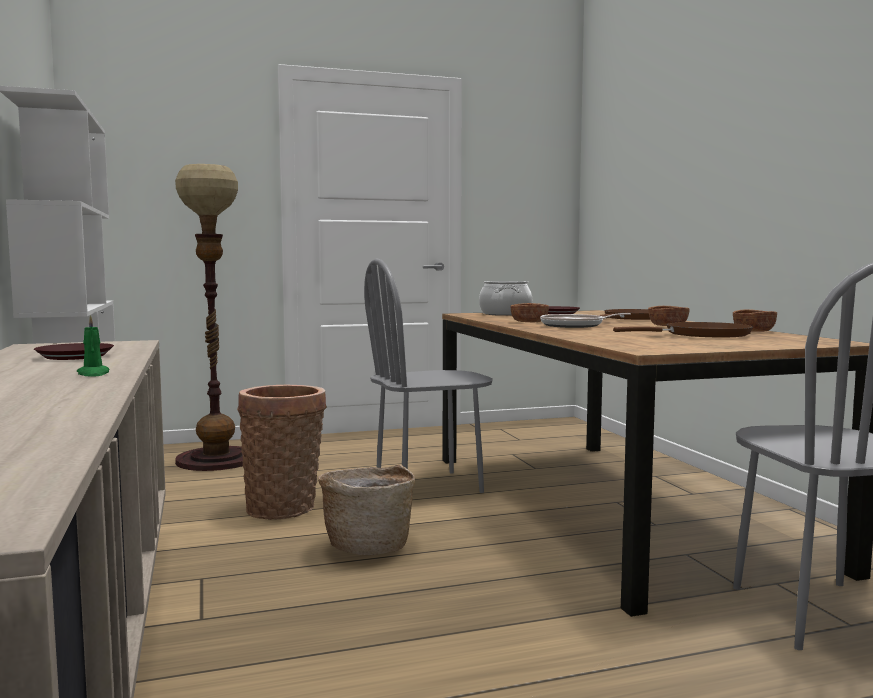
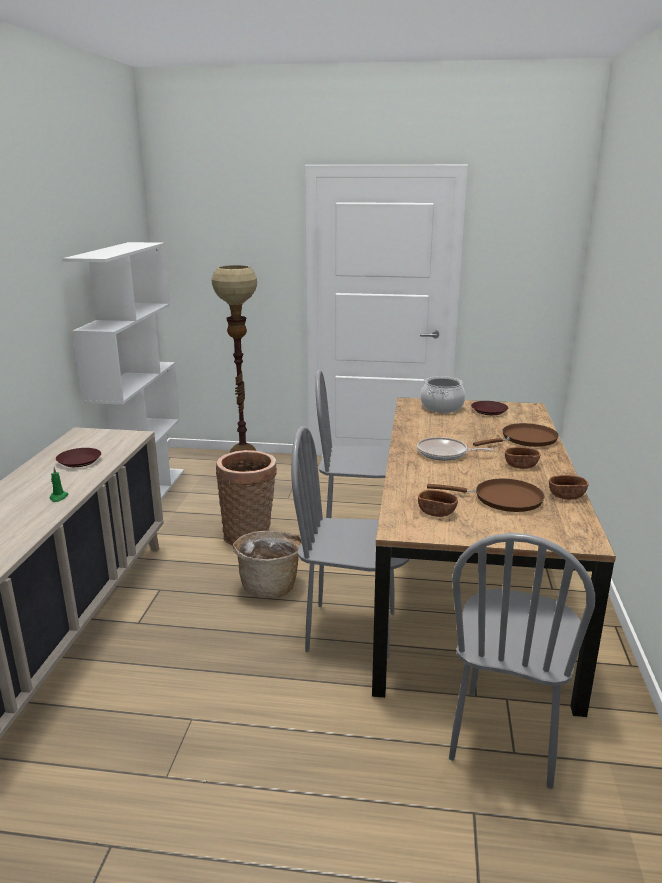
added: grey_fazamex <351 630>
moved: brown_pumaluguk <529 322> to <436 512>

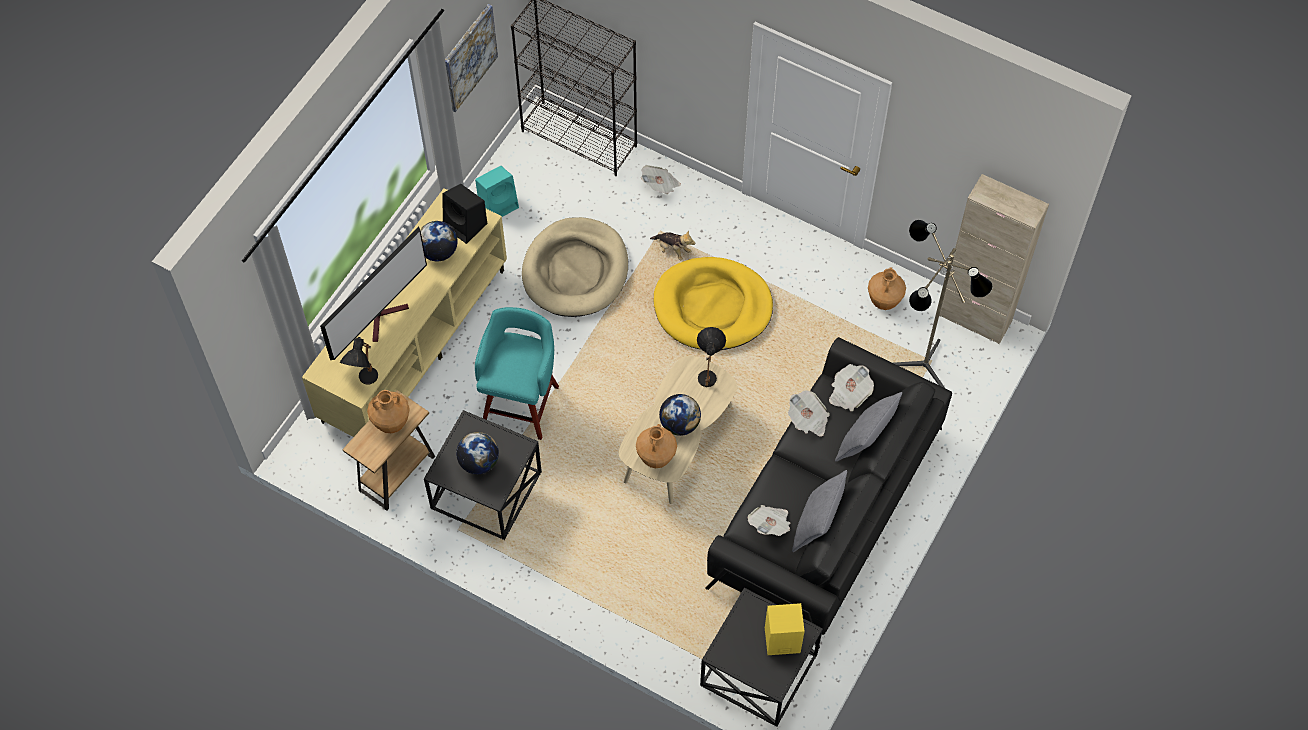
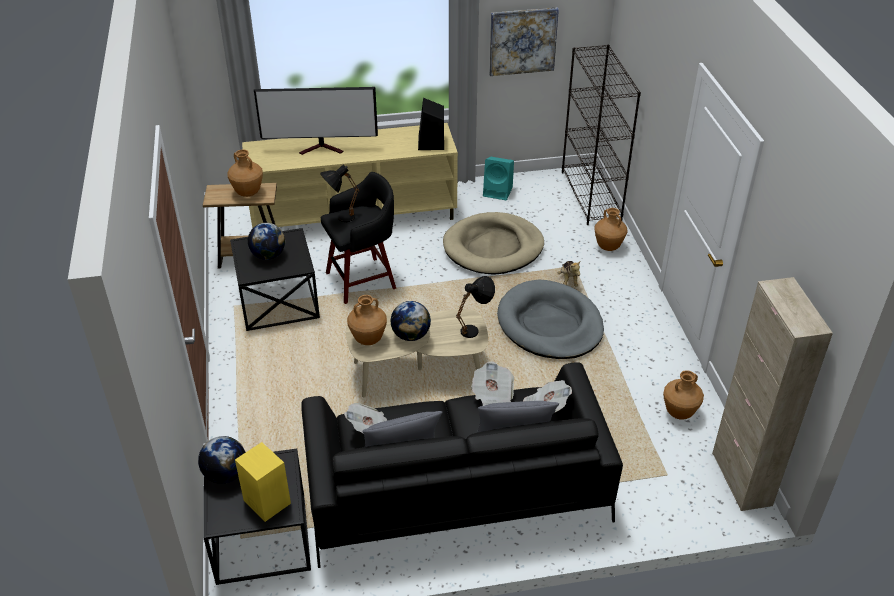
removed: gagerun <919 369>
moved: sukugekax <439 252> to <225 474>; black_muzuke <365 382> to <340 218>
replaced: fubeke <660 185> to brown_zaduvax <608 247>
recoloured: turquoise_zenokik <521 403> to black_zenokik <363 280>; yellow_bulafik <712 307> to grey_bulafik <550 324>

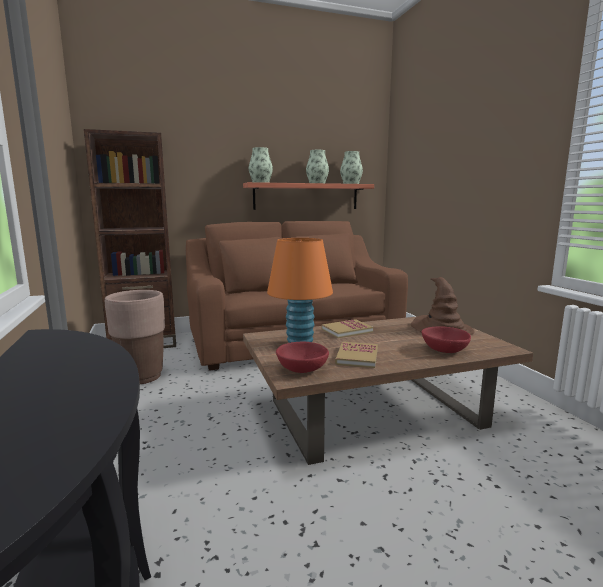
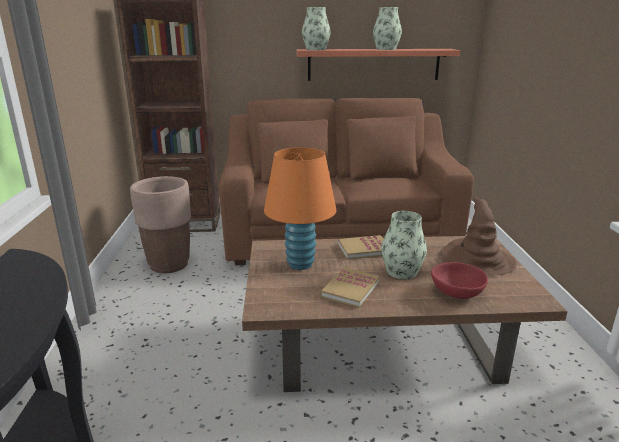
removed: red_pumaluguk <303 369>
moved: zaduvax <351 184> to <401 271>

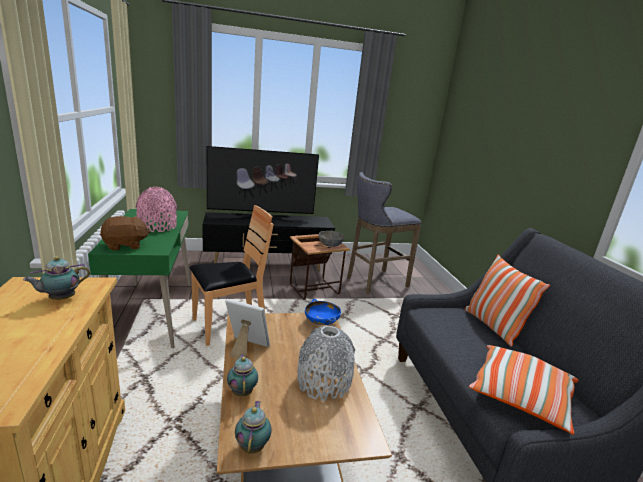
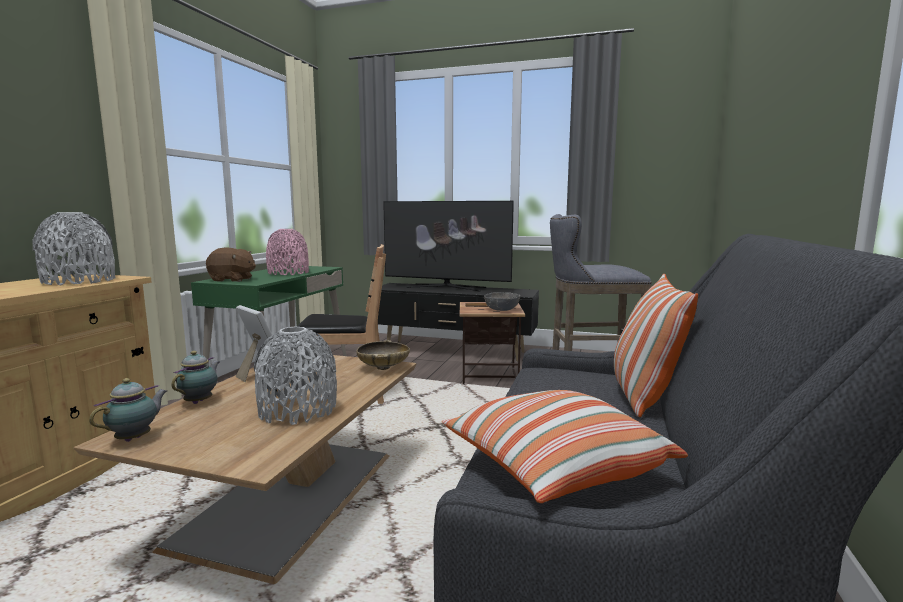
replaced: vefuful <60 299> to grey_zaduvax <79 281>
recoloured: blue_pumaluguk <321 322> to beige_pumaluguk <384 368>

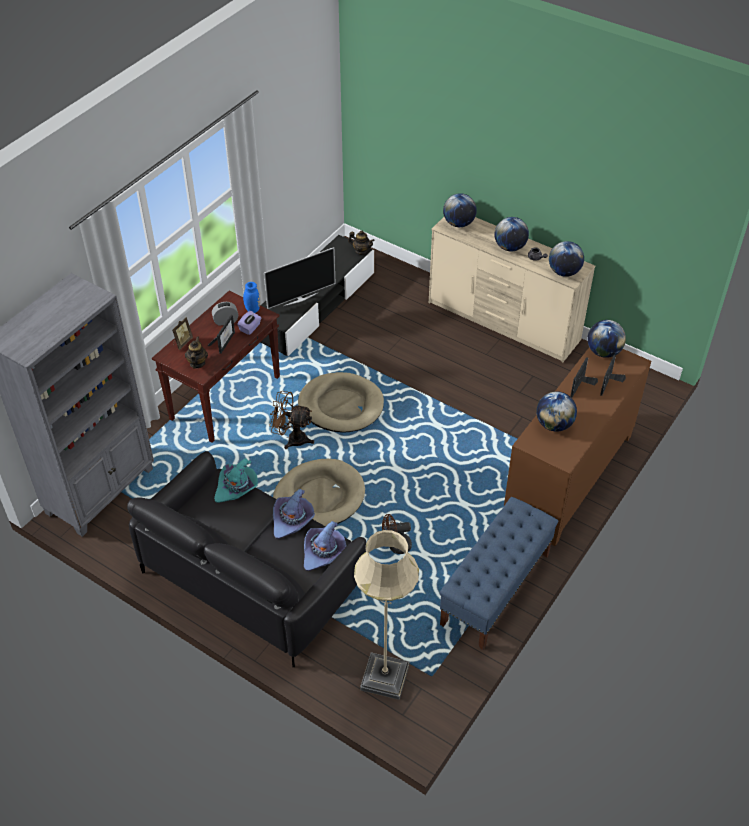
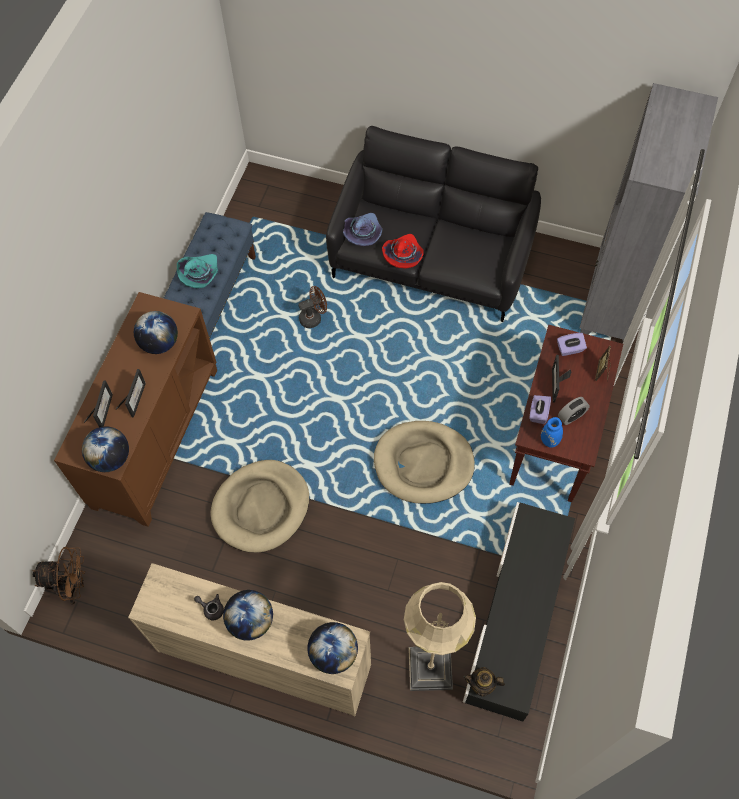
removed: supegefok <300 299>; sukugekax <564 272>
moved: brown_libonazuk <292 438> to <72 587>; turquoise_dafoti <236 487> to <200 274>; beige_bulafik <319 497> to <261 507>; beige_gagerun <384 677> to <430 669>
replaced: vefuful <197 363> to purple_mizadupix <570 349>
recoloured: purple_dafoti <292 520> to red_dafoti <403 255>

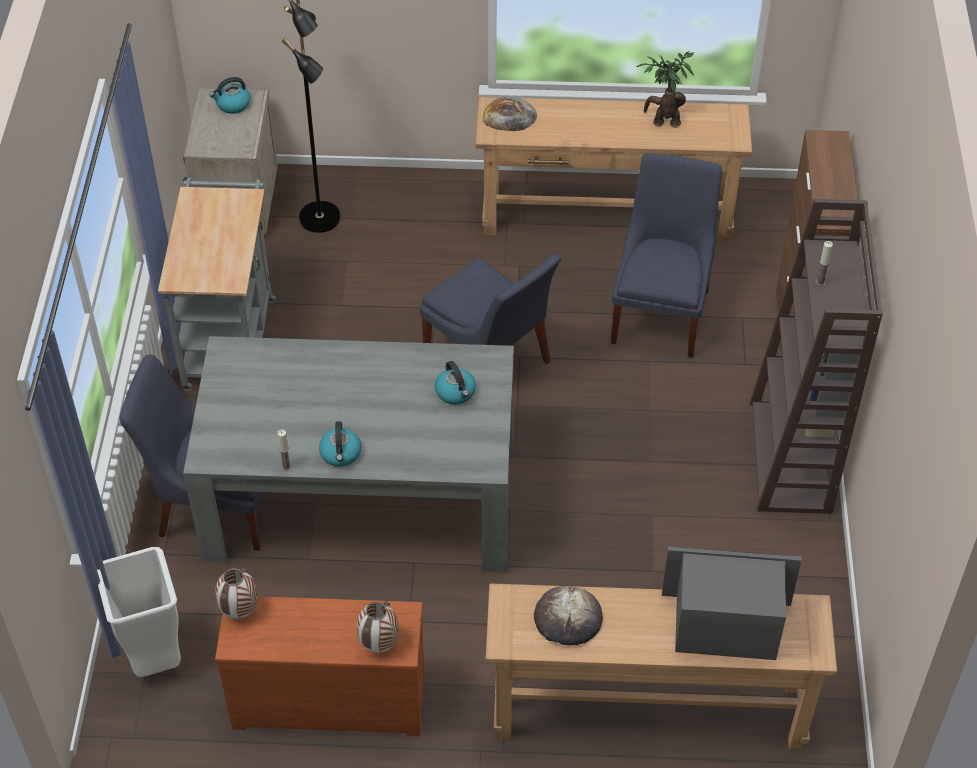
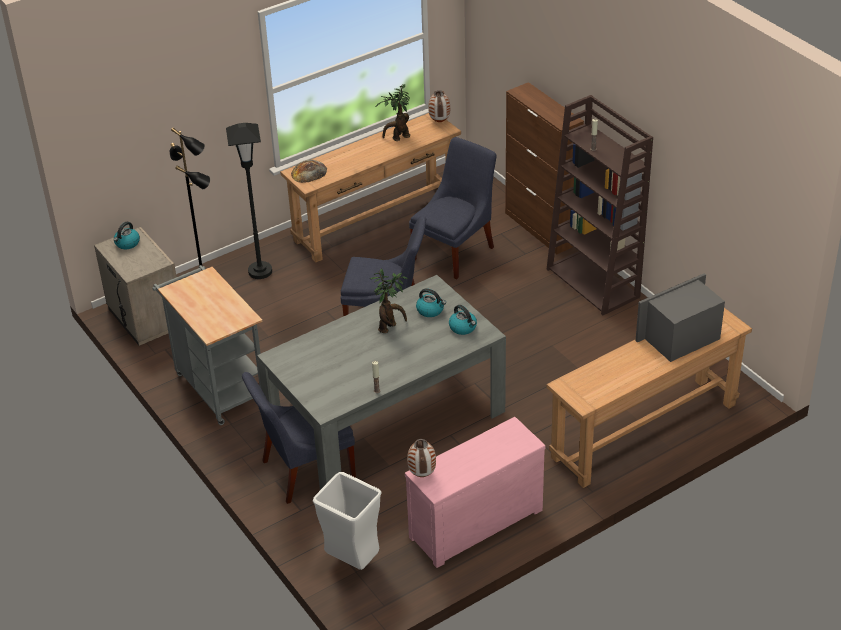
removed: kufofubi <567 619>
added: black_gagerun <260 271>; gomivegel <390 326>
moved: zaduvax <379 645> to <440 122>; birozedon <341 454> to <463 327>
recoloured: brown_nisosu <329 697> to pink_nisosu <474 521>
turned: blue_fazamex <661 312> = <455 251> 60 degrees clockwise

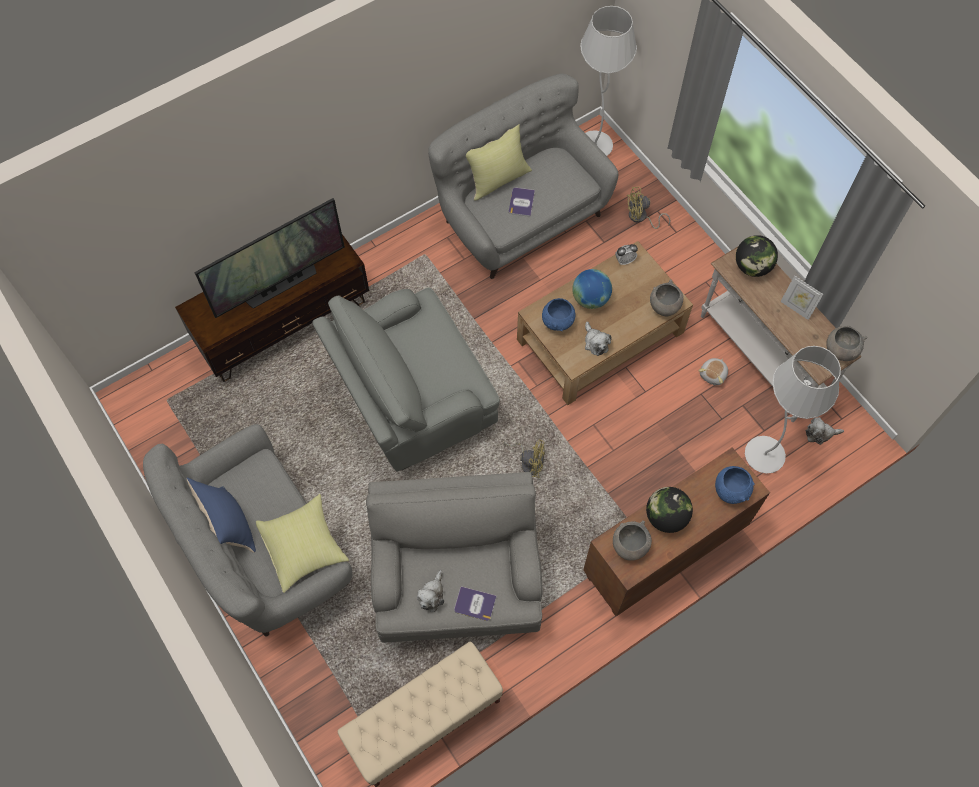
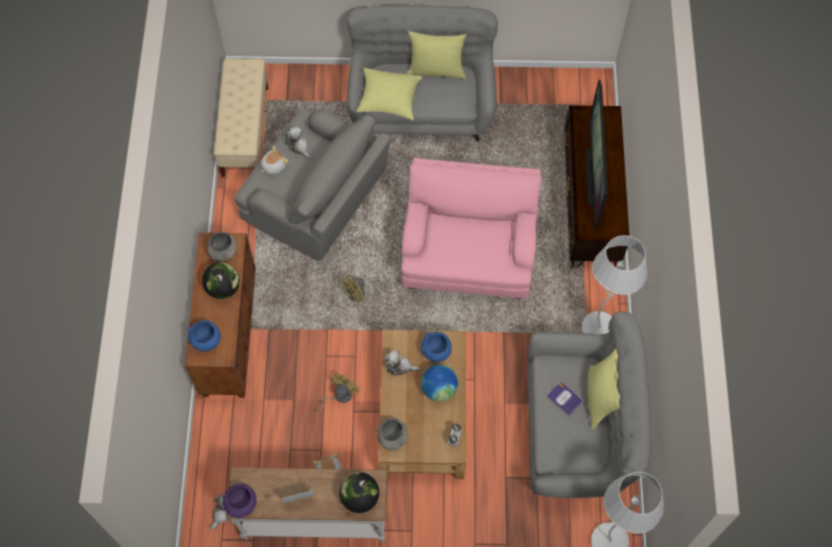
moved: yellow_libonazuk <641 218> to <339 396>; white_gagerun <764 455> to <599 328>
replaced: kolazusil <475 604> to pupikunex <273 165>
recoloured: grey_pumaluguk <840 351> to purple_pumaluguk <241 504>; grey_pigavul <411 396> to pink_pigavul <468 251>; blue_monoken <228 524> to yellow_monoken <436 70>

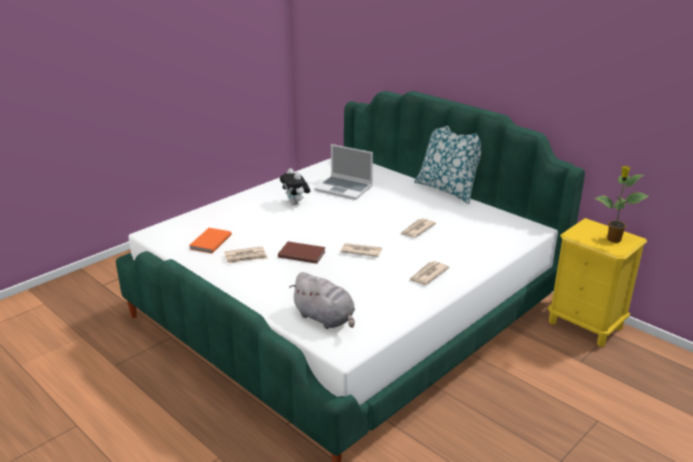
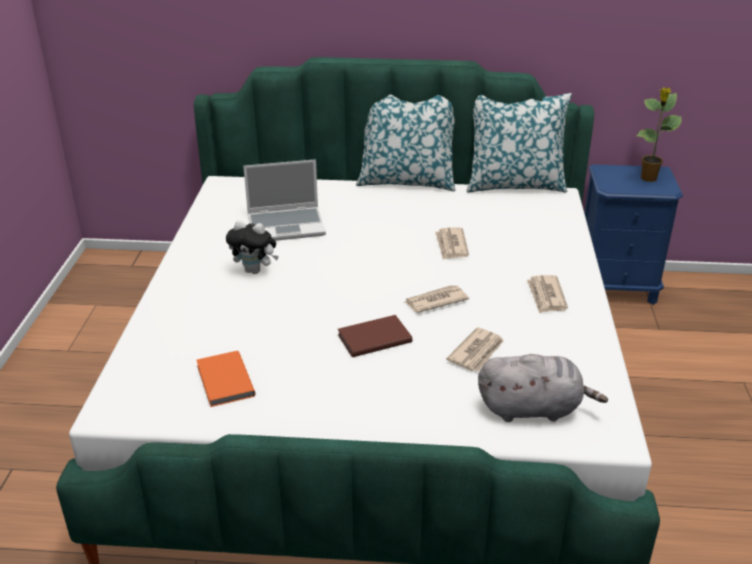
added: monoken <514 184>
moved: fubeke <246 257> to <477 352>
recoloured: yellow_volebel <585 325> to blue_volebel <616 287>

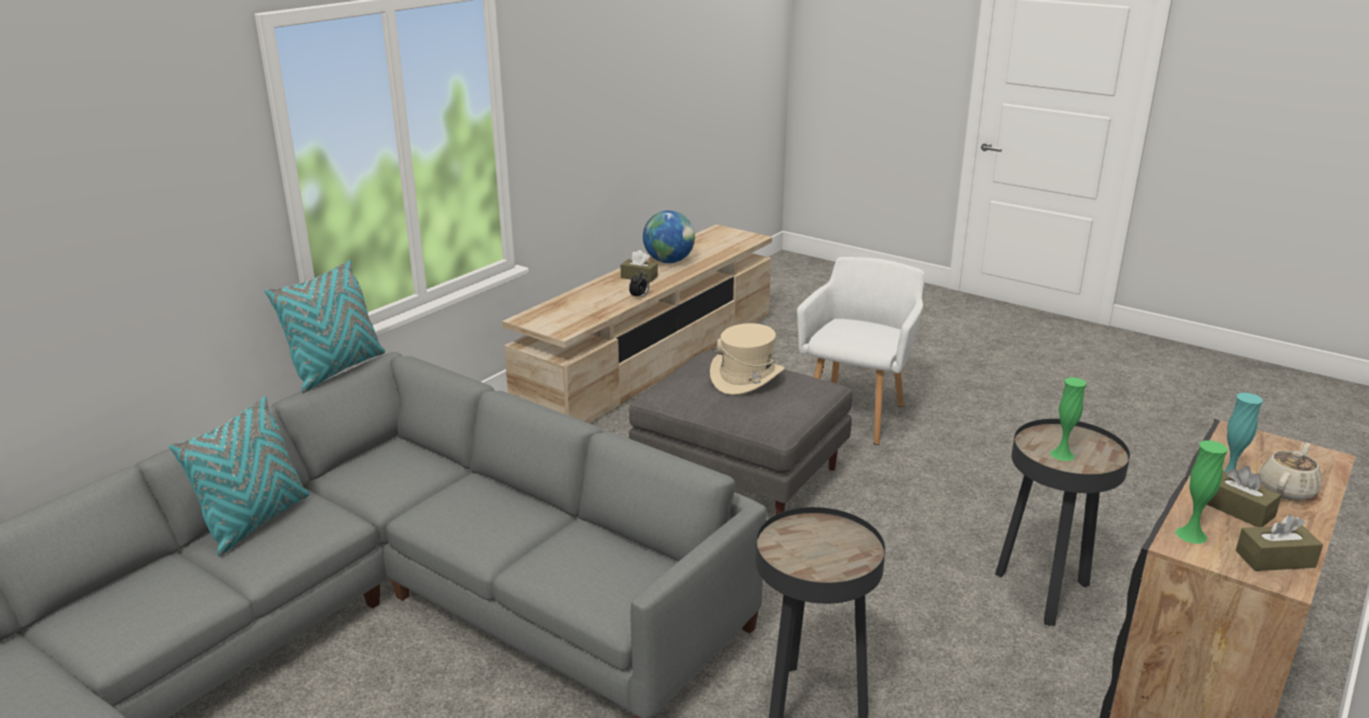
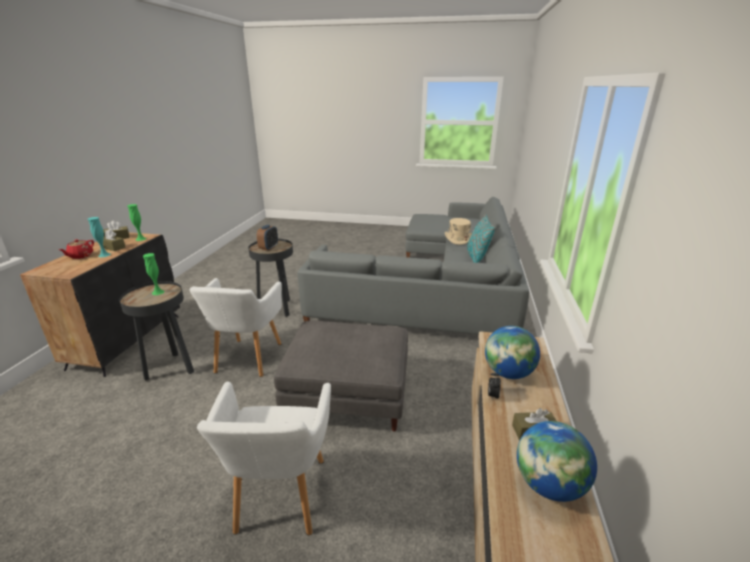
removed: turquoise_monoken <336 370>
added: white_pigavul <247 359>; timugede <269 248>; sukugekax <508 373>
moved: beige_dafoti <747 378> to <458 239>
recoloured: beige_vefuful <1287 489> to red_vefuful <80 256>

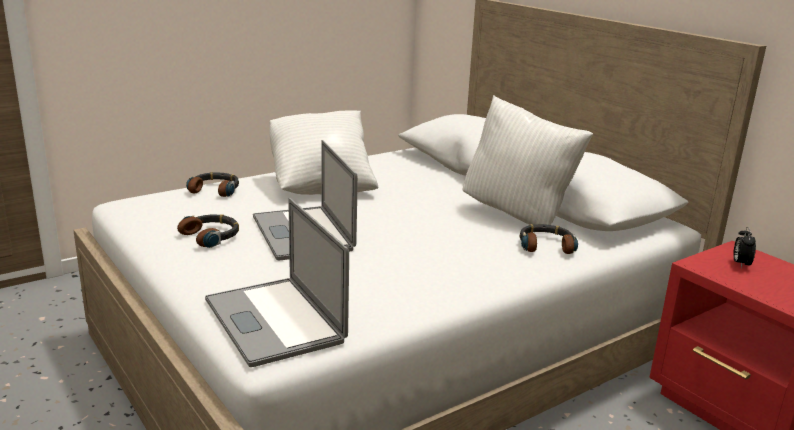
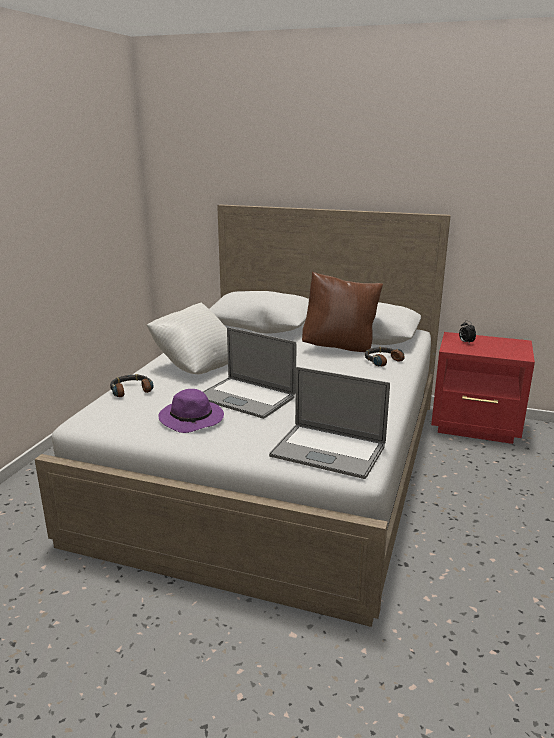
replaced: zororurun <211 236> to purple_dafoti <192 419>
recoloured: white_monoken <518 214> to brown_monoken <340 348>

